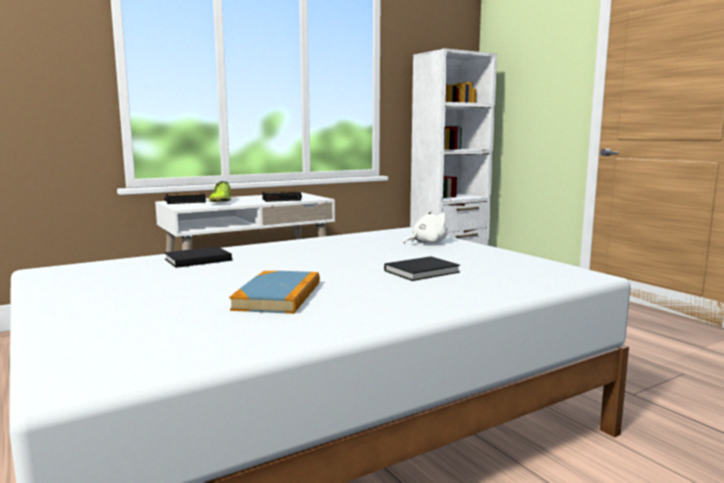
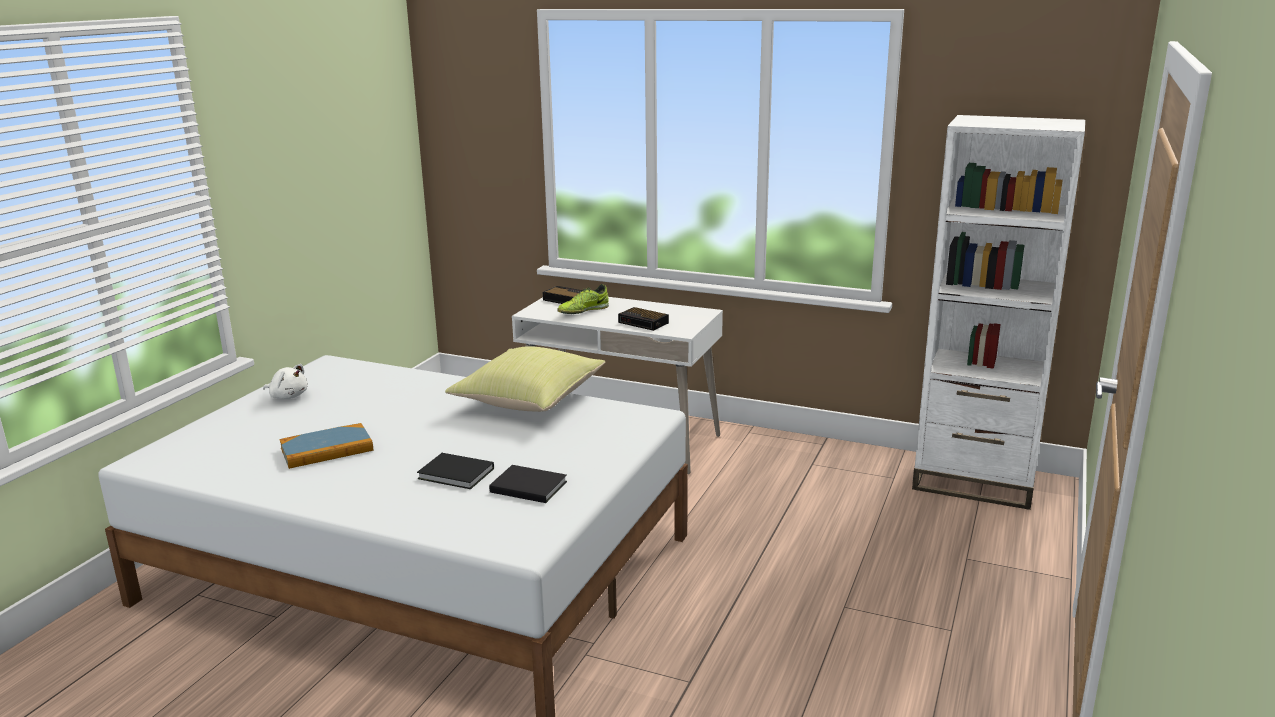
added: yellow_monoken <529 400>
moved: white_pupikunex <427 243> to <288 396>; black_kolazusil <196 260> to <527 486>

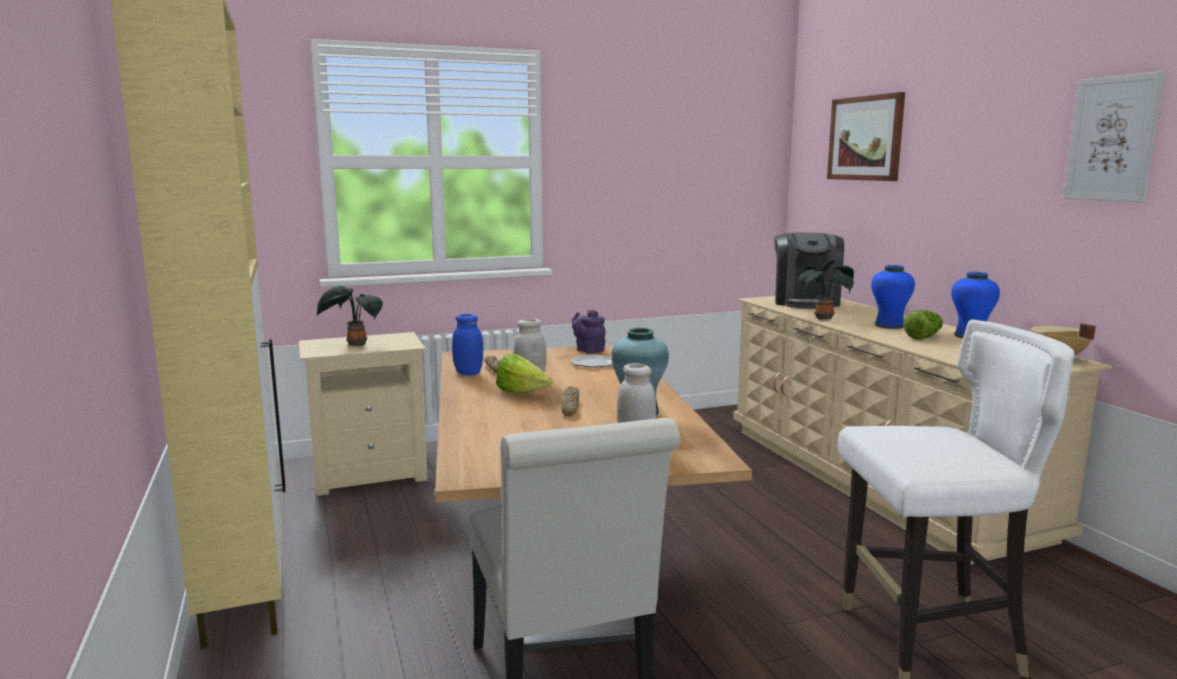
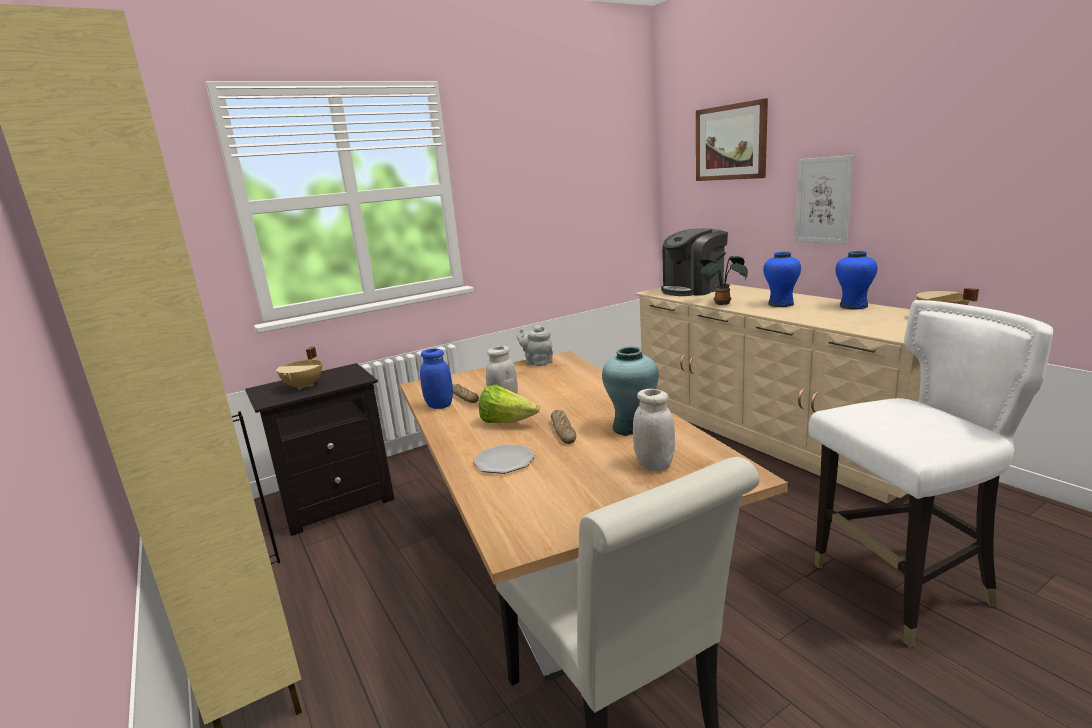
removed: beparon <923 336>
moved: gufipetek <594 363> to <504 461>; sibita <1112 139> to <823 200>
replaced: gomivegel <354 345> to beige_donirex <305 386>
recoloured: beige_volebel <370 474> to black_volebel <337 502>; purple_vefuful <588 350> to grey_vefuful <537 362>
turned: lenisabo <805 302> = <693 289> 60 degrees clockwise

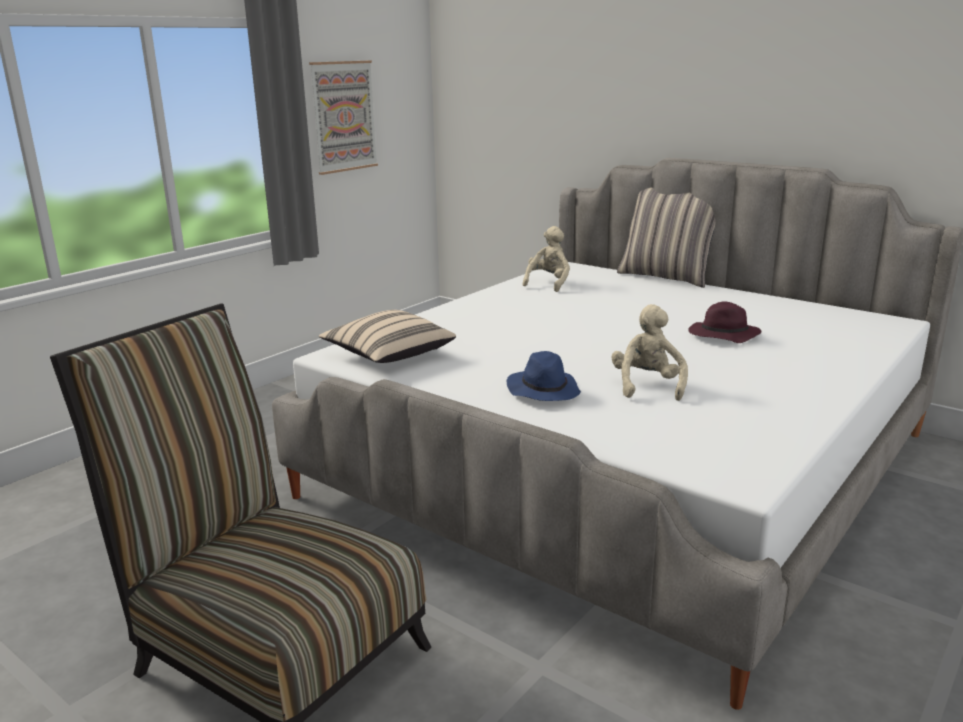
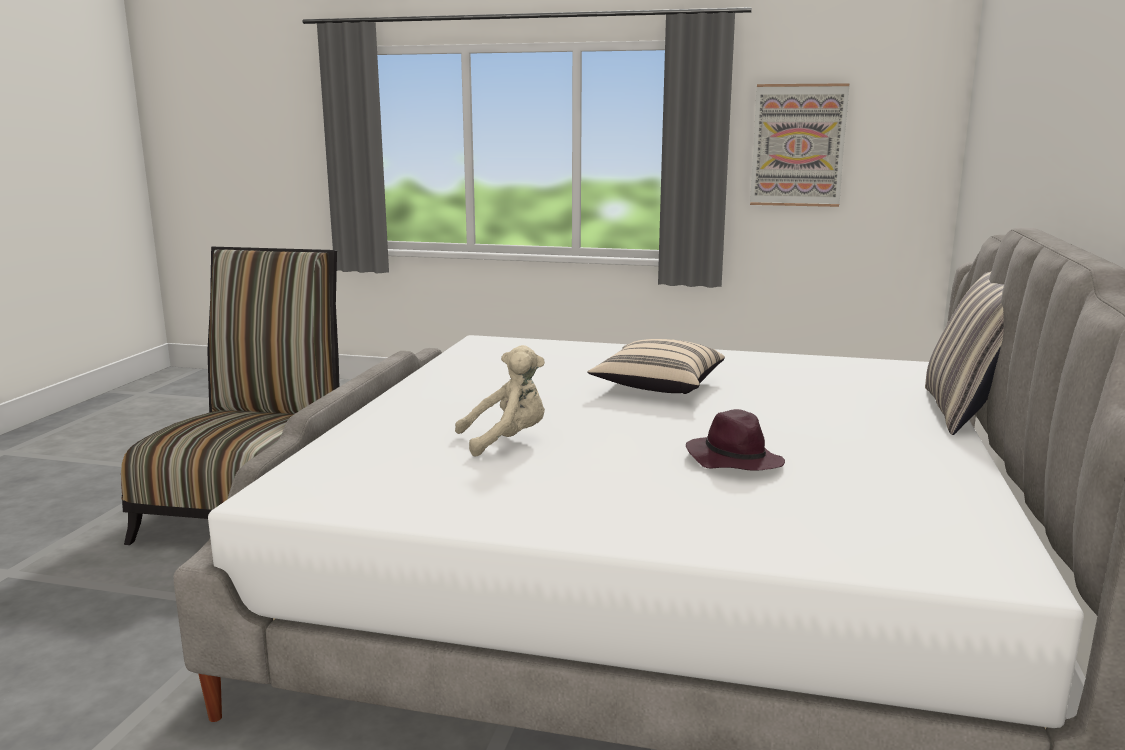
removed: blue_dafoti <543 391>; beige_pupikunex <548 283>
moved: beige_monoken <388 356> to <657 387>

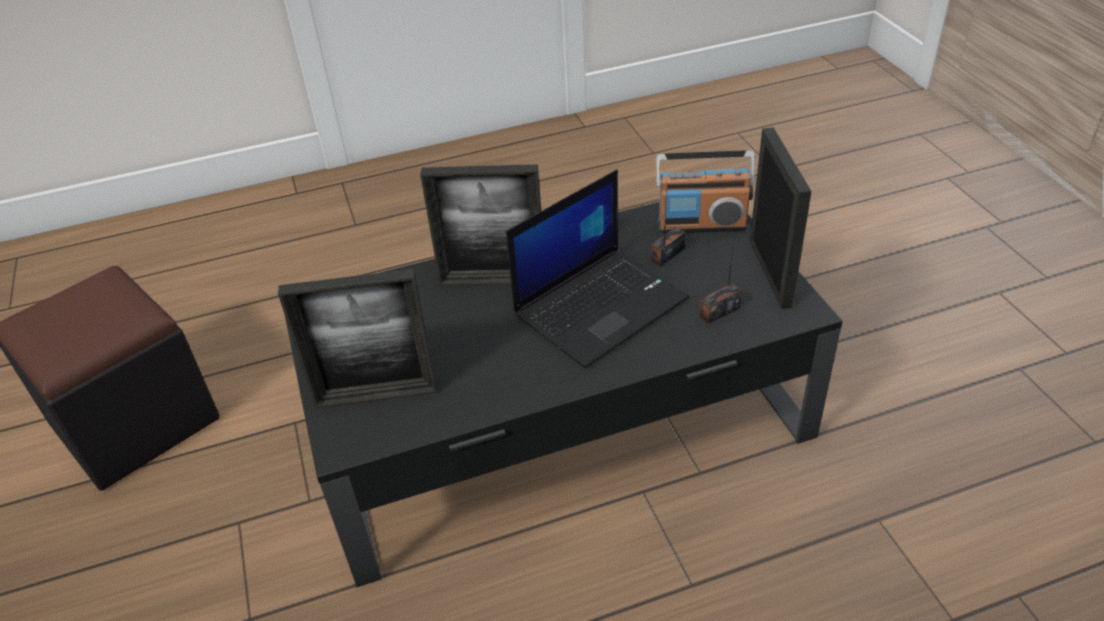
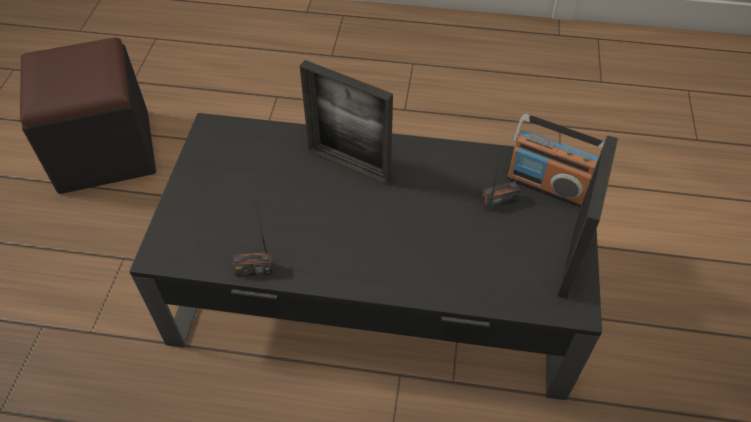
removed: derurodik <376 396>; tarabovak <601 305>
moved: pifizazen <719 311> to <254 270>

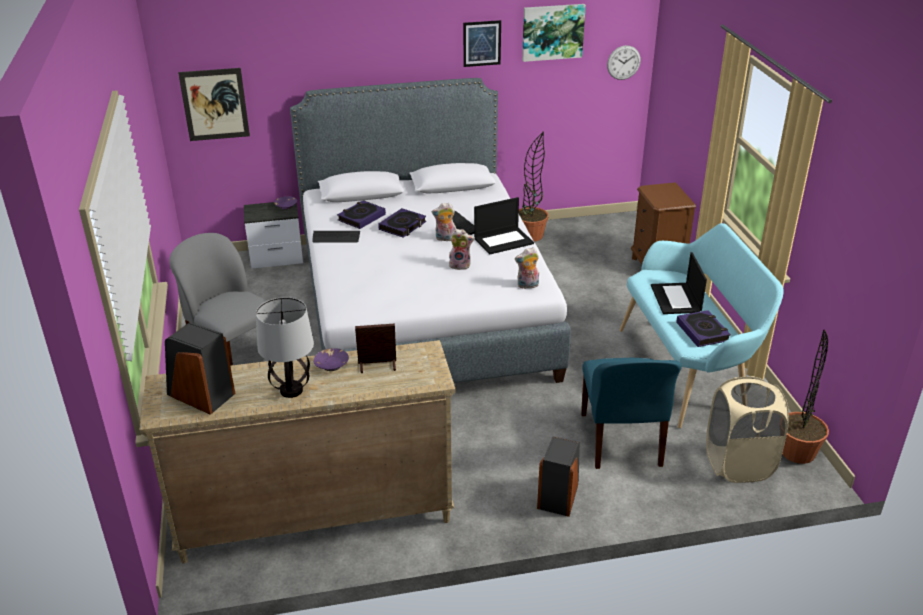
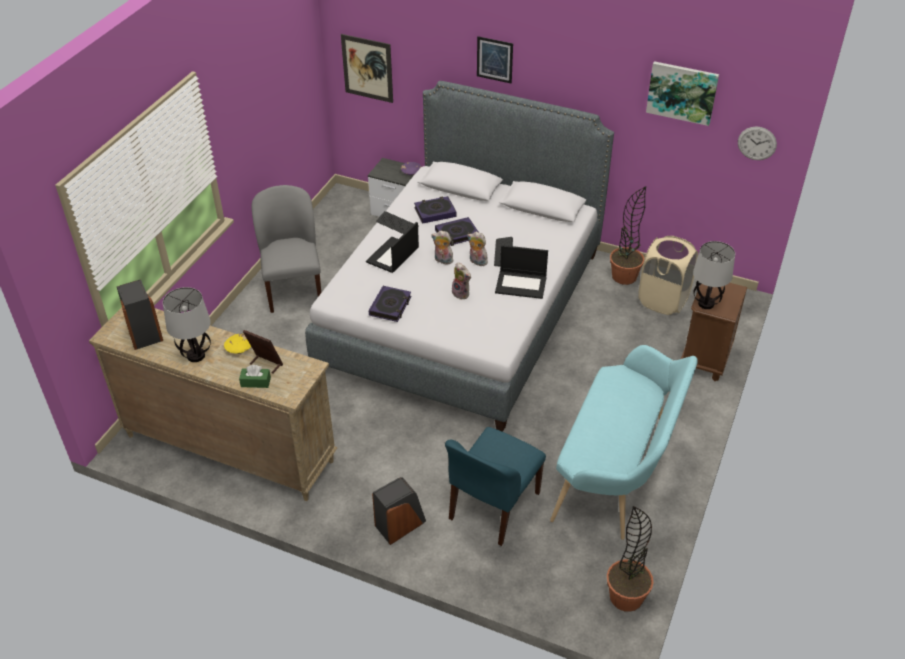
added: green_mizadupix <255 382>; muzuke <706 303>
moved: tarabovak <676 299> to <392 256>; kolazusil <702 332> to <390 306>; pupikunex <527 286> to <442 260>; sibita <482 43> to <494 59>; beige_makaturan <738 464> to <663 300>
recoloured: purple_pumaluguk <332 365> to yellow_pumaluguk <239 348>

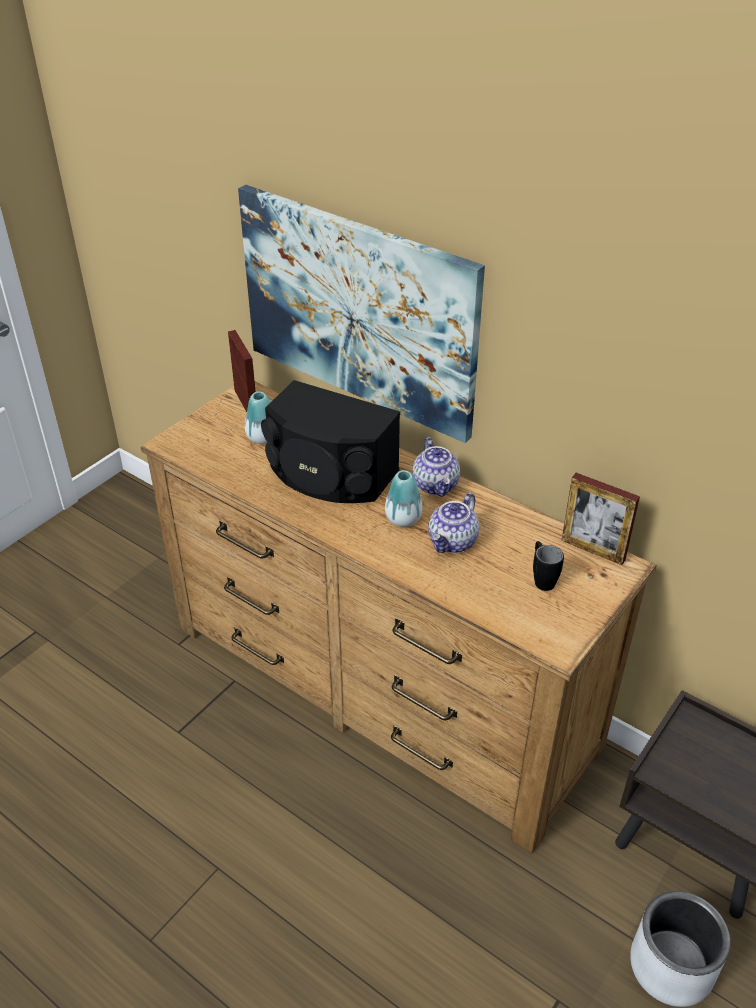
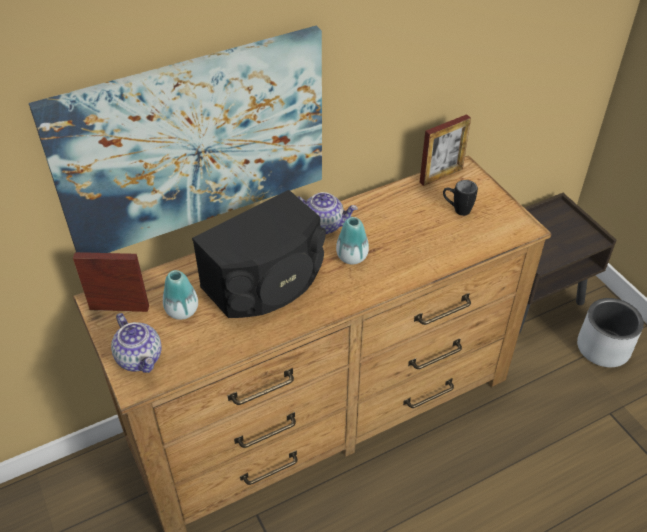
moved: vefuful <453 542> to <140 358>

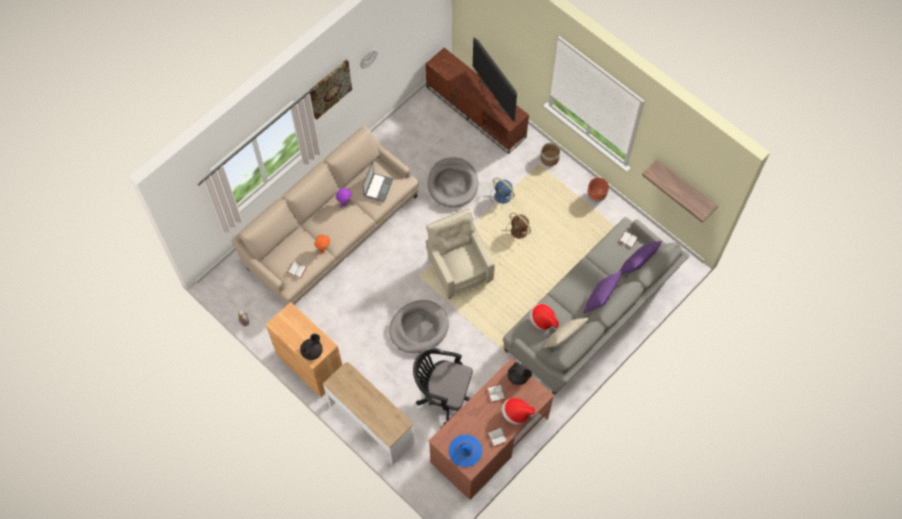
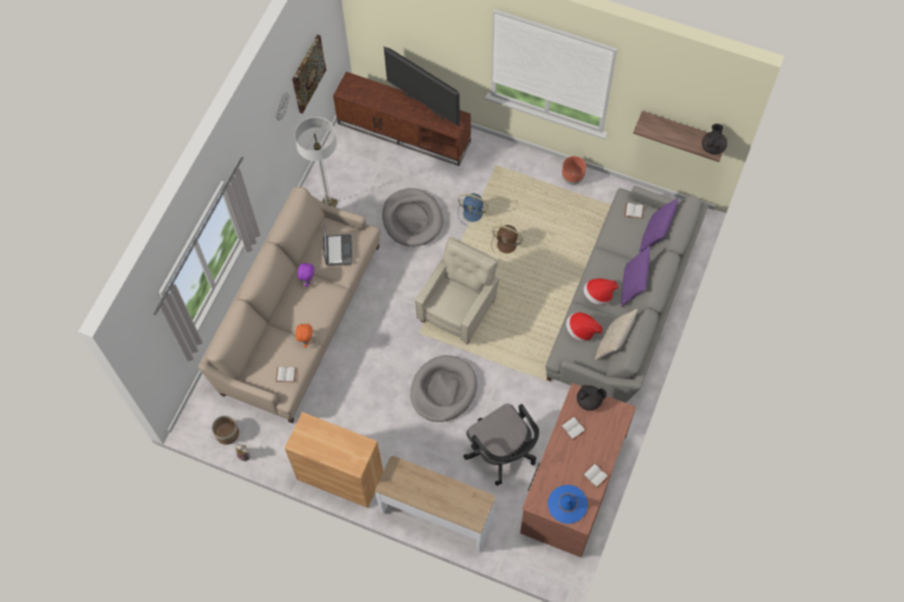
added: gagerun <328 204>
moved: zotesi <549 158> to <227 433>; sibita <330 88> to <307 73>; dafoti <516 413> to <598 295>; black_vefuful <312 351> to <713 147>
turned: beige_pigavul <459 268> = <459 308> 75 degrees clockwise; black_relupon <443 395> = <502 453> 120 degrees counterclockwise

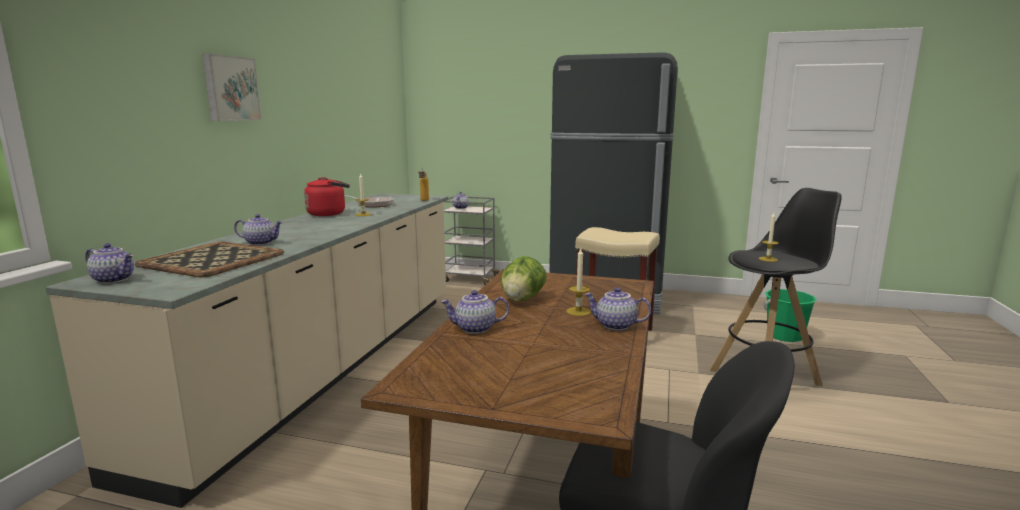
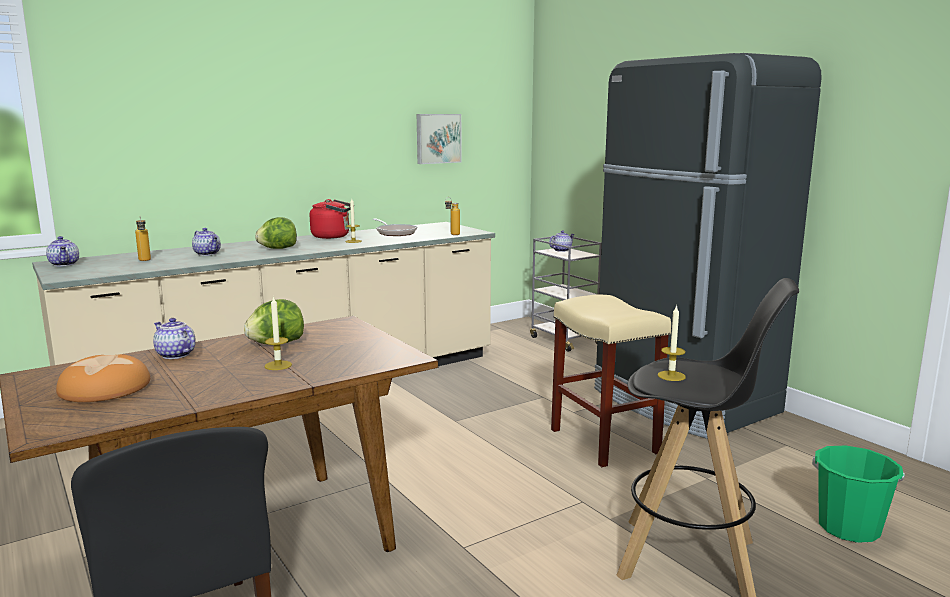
removed: vefuful <615 325>
added: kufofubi <105 387>; beparon <278 248>
moved: sibita <230 88> to <437 138>
replaced: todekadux <213 259> to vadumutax <145 261>

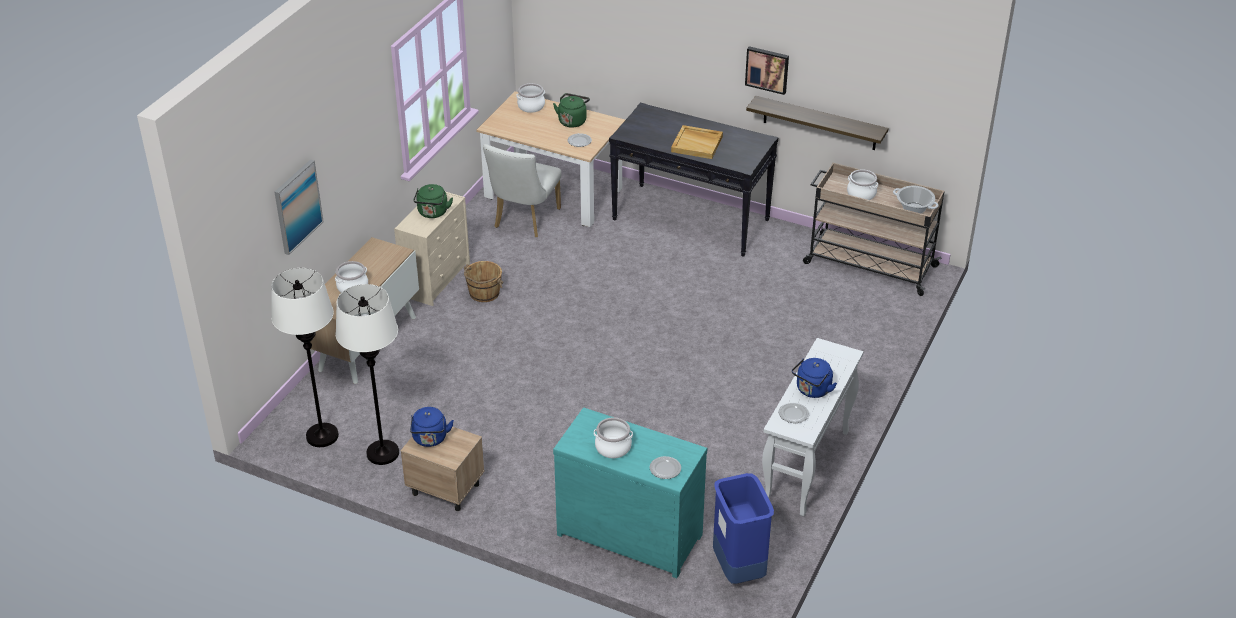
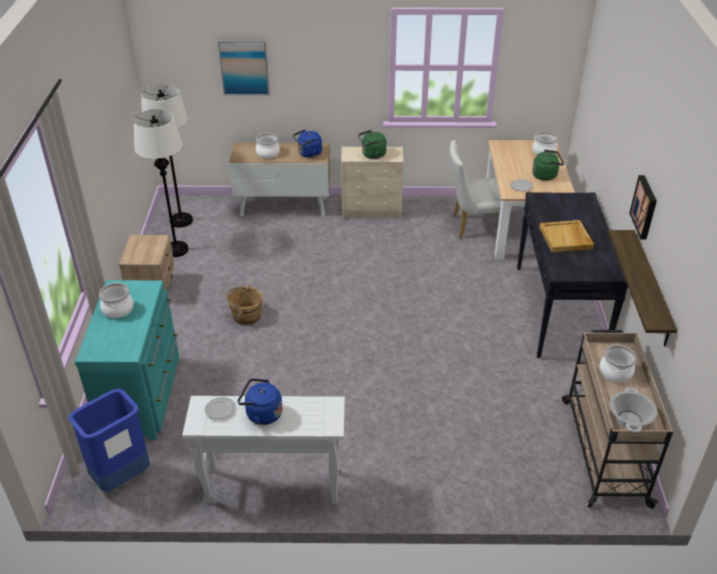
removed: gufipetek <665 469>
moved: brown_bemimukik <484 293> to <246 316>; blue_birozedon <430 439> to <308 154>

